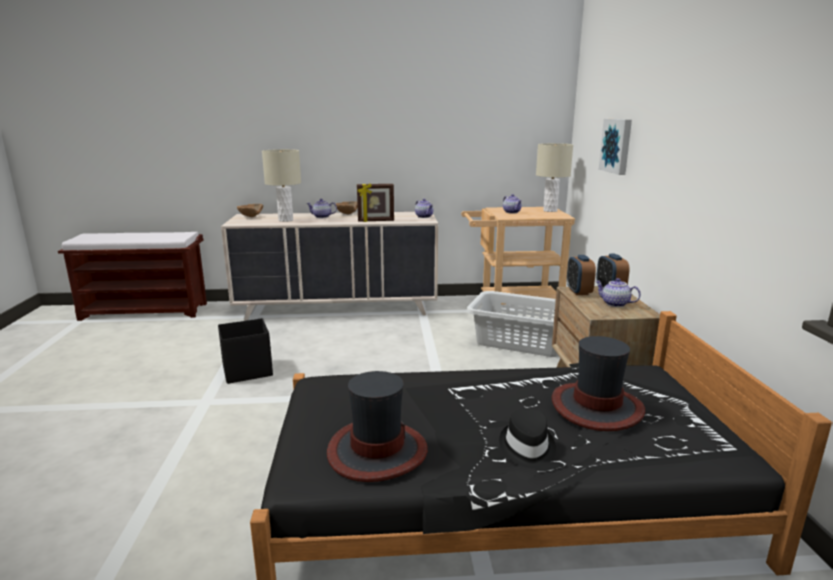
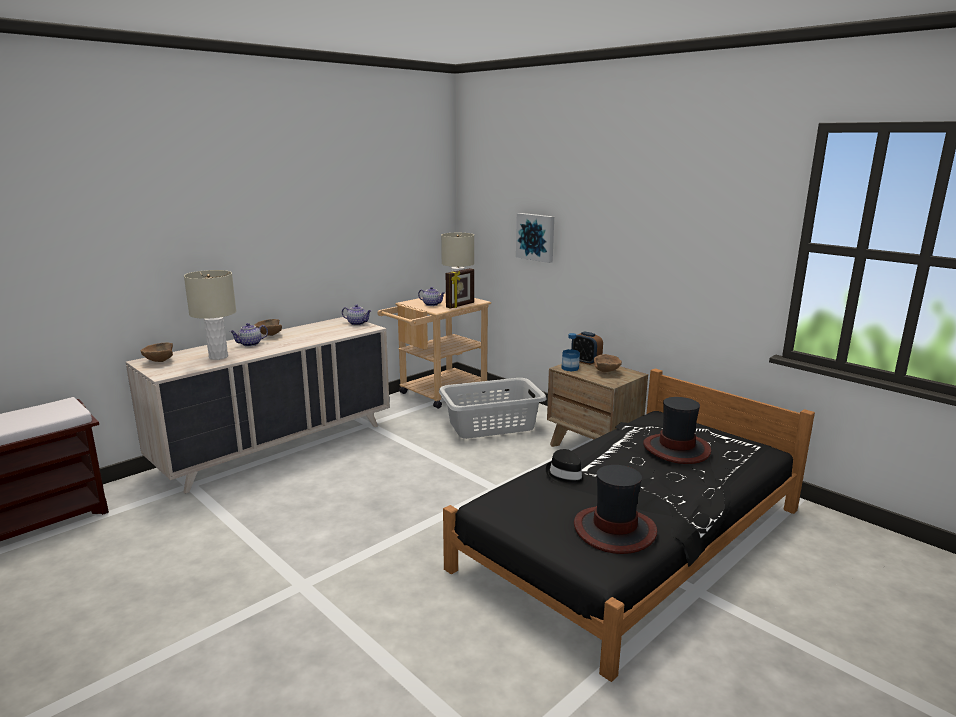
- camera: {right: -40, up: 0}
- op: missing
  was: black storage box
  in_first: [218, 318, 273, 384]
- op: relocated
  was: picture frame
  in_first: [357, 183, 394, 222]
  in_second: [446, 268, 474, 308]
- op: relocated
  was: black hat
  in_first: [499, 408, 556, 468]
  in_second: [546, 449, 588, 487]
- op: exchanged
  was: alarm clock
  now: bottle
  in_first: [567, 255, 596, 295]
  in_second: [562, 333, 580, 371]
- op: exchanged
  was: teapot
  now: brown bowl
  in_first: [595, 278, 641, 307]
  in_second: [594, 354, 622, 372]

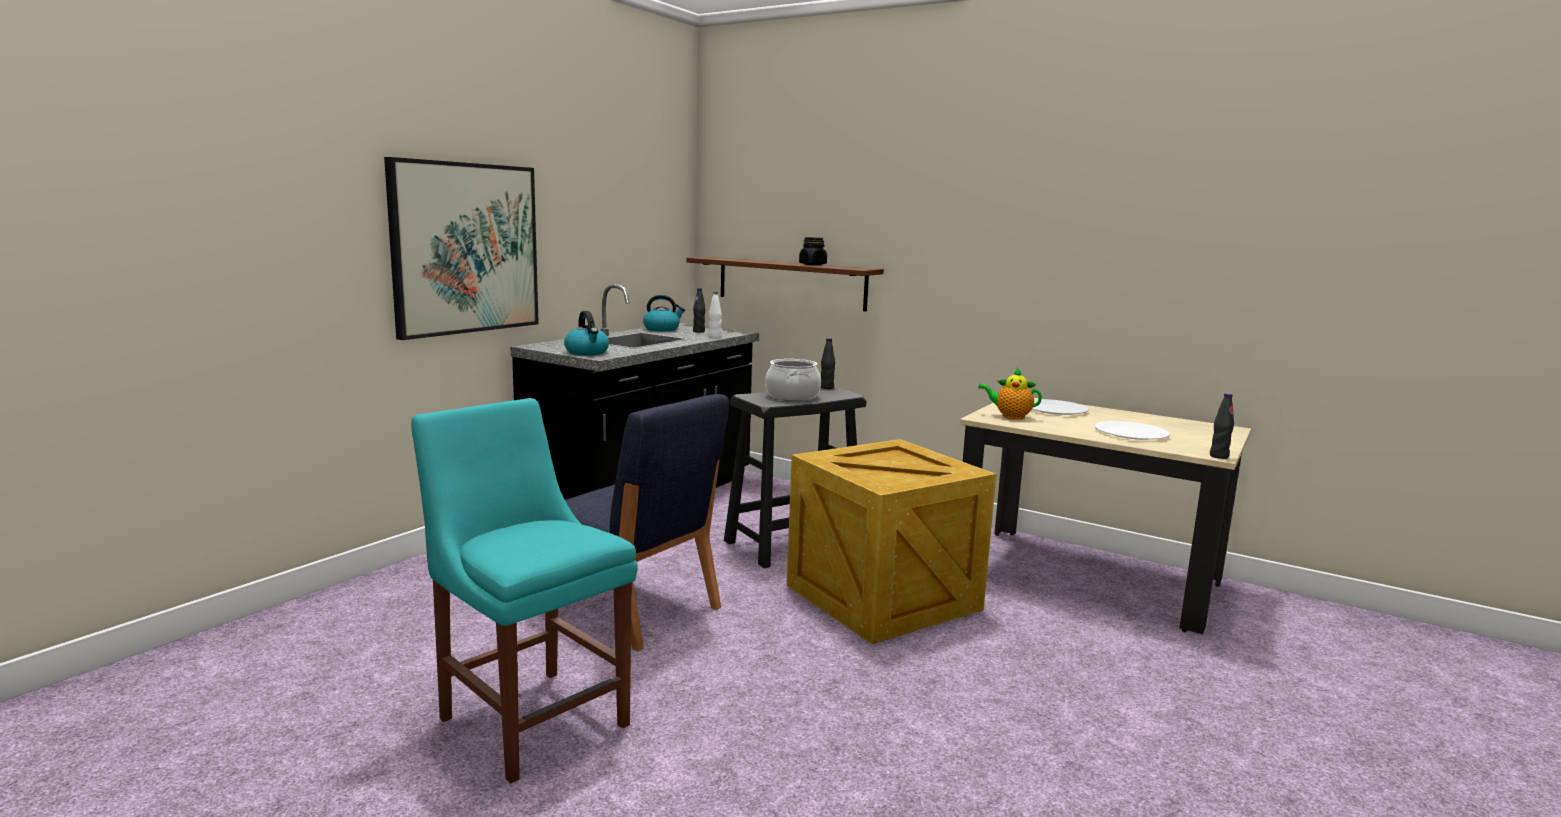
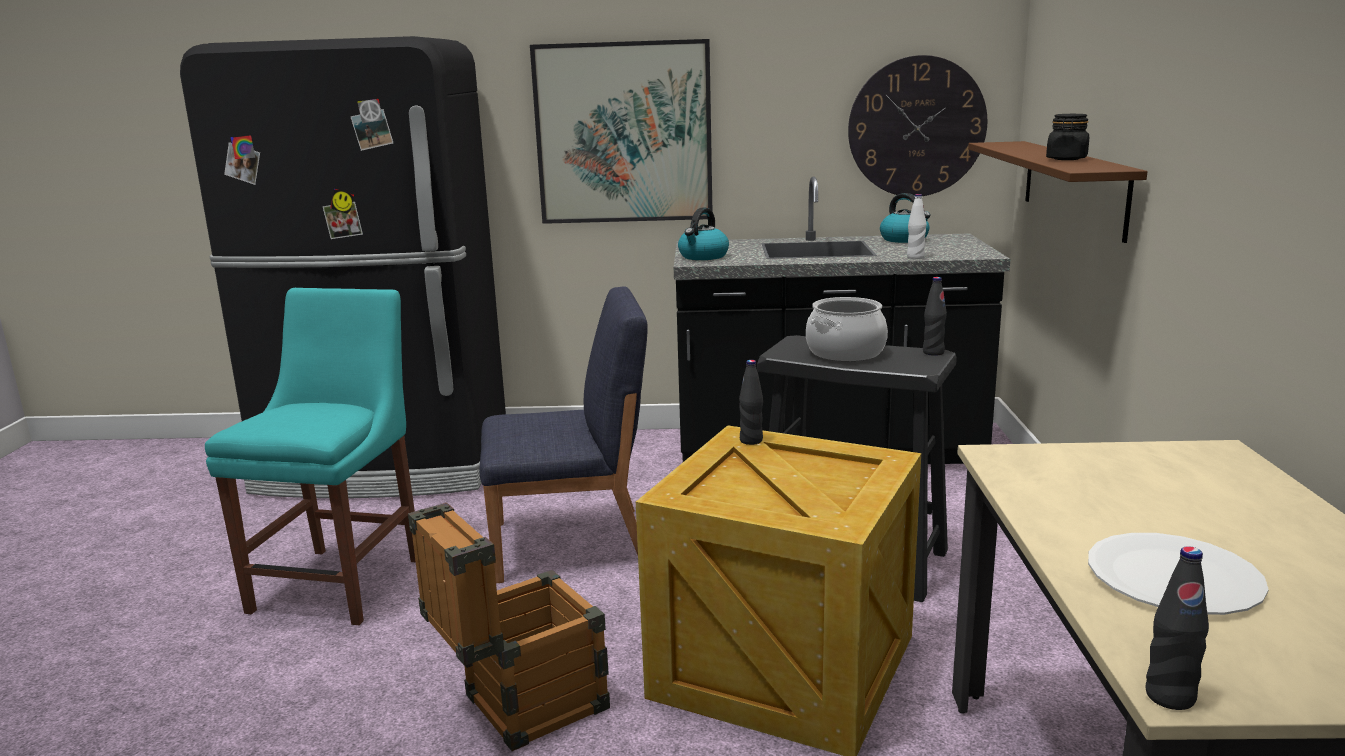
- camera: {right: 60, up: 5}
- op: spun
  was: blue chair
  in_first: [565, 394, 729, 651]
  in_second: [479, 286, 648, 583]
  clockwise: -105
- op: relocated
  was: black bottle
  in_first: [693, 288, 705, 333]
  in_second: [739, 360, 763, 445]
- op: missing
  was: teapot
  in_first: [978, 368, 1042, 420]
- op: missing
  was: white plate
  in_first: [1032, 399, 1089, 415]
- op: appeared
  now: black fridge
  in_second: [180, 36, 506, 498]
- op: appeared
  now: crate
  in_second: [408, 503, 610, 751]
- op: appeared
  now: wall clock
  in_second: [848, 55, 987, 196]

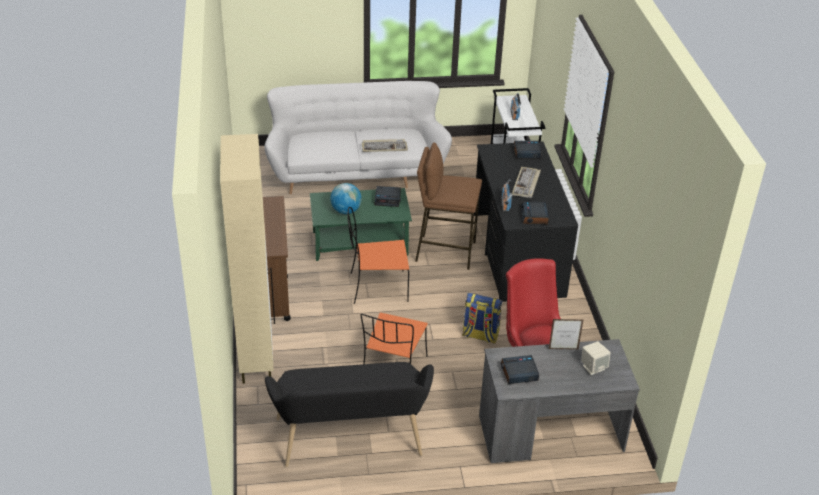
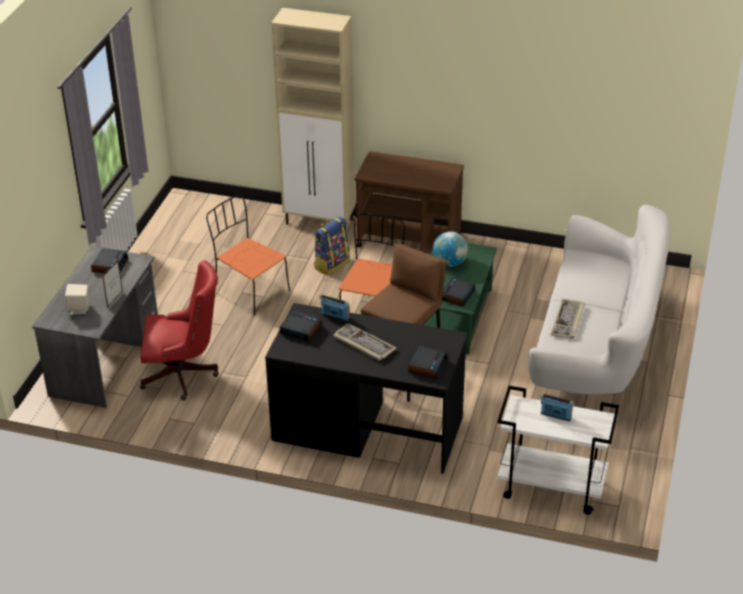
- camera: {right: 115, up: 0}
- op: missing
  was: black bench
  in_first: [265, 362, 434, 467]
- op: relocated
  was: backpack
  in_first: [462, 293, 502, 343]
  in_second: [314, 217, 350, 276]

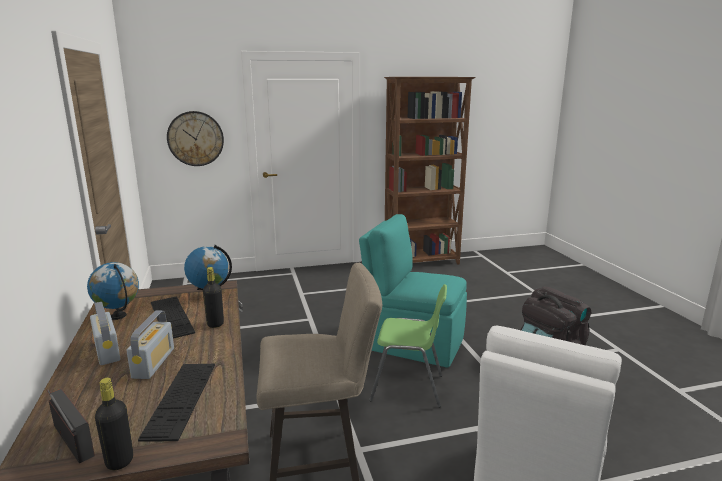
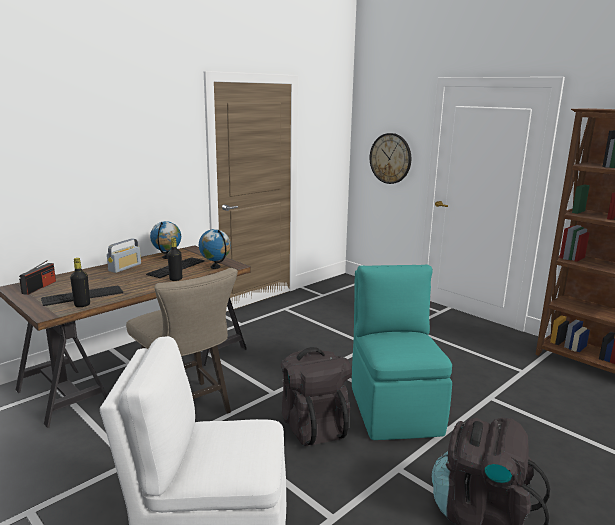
- camera: {right: 60, up: 0}
- op: relocated
  was: black bottle
  in_first: [95, 378, 133, 470]
  in_second: [70, 258, 90, 307]
- op: missing
  was: radio
  in_first: [127, 310, 174, 379]
- op: exchanged
  was: green chair
  now: black backpack
  in_first: [369, 284, 447, 408]
  in_second: [281, 347, 351, 446]

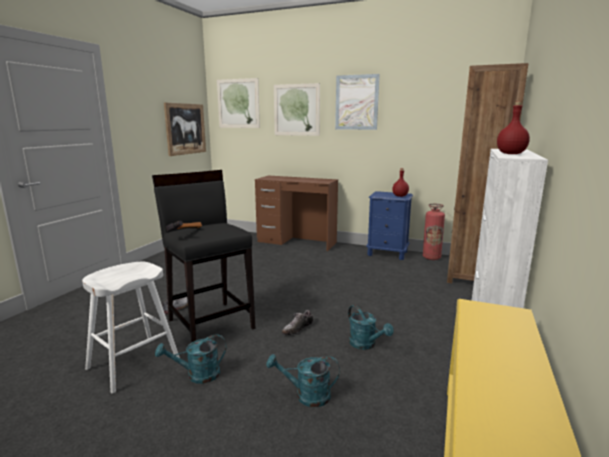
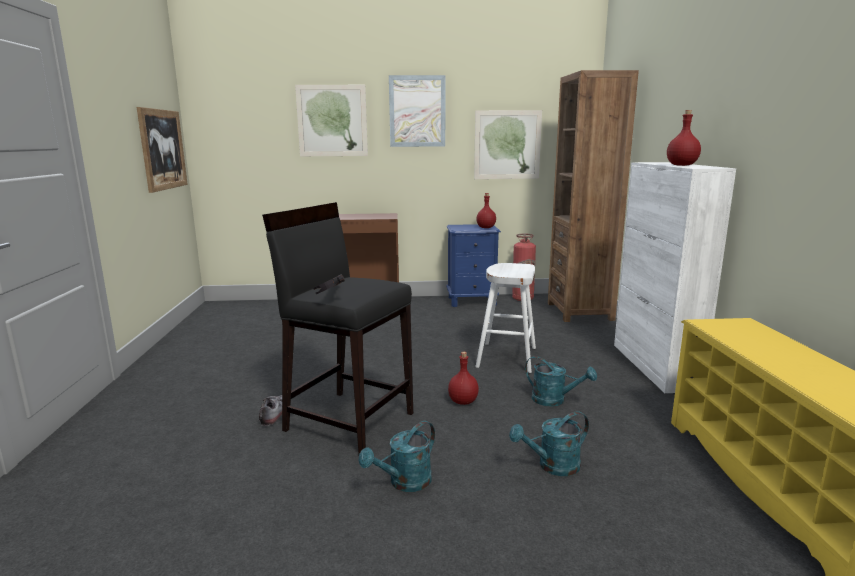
- camera: {right: -25, up: 0}
- op: relocated
  was: white stool
  in_first: [82, 262, 180, 394]
  in_second: [476, 263, 536, 373]
- op: relocated
  was: picture
  in_first: [217, 78, 260, 128]
  in_second: [474, 110, 542, 179]
- op: exchanged
  was: shoe
  now: red bottle
  in_first: [282, 310, 313, 335]
  in_second: [448, 352, 479, 405]

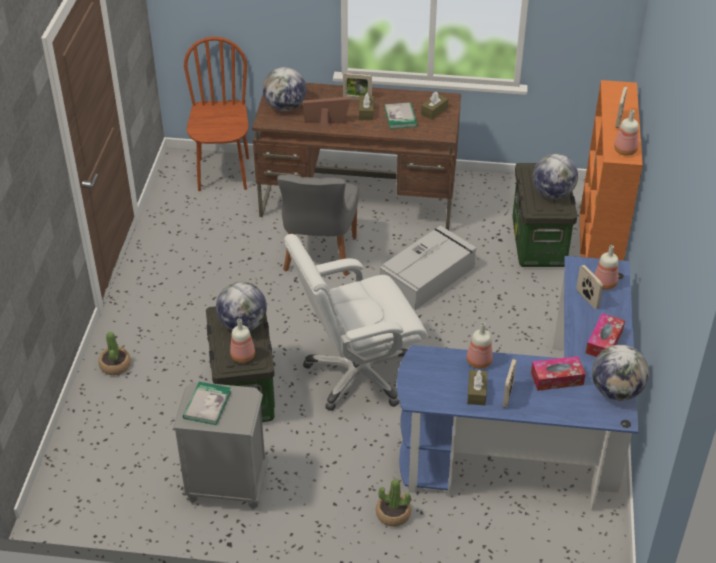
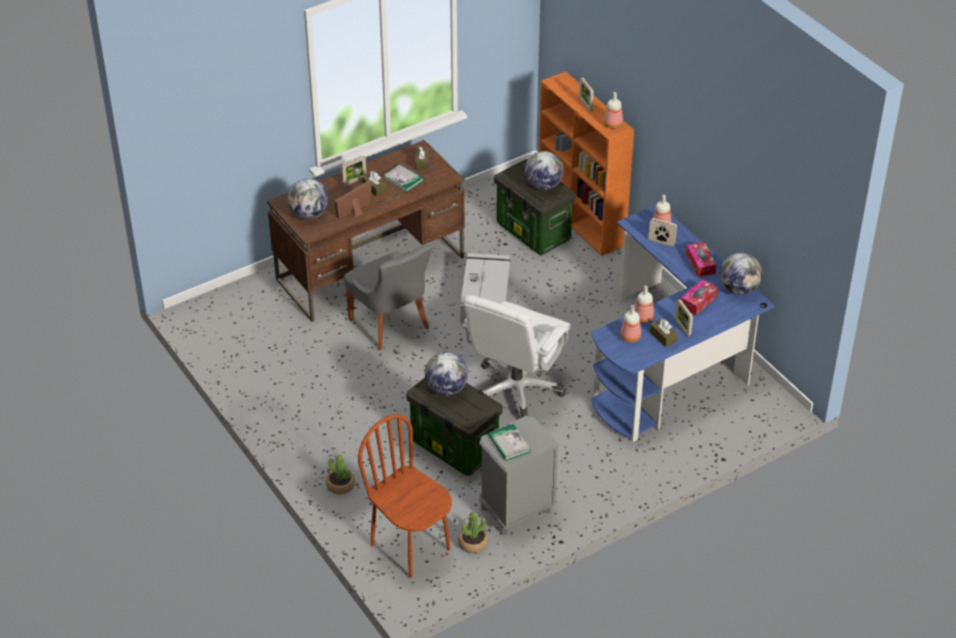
- camera: {right: -40, up: 0}
- op: relocated
  was: brown chair
  in_first: [184, 37, 249, 191]
  in_second: [358, 414, 452, 578]
- op: relocated
  was: bottle
  in_first: [230, 319, 255, 363]
  in_second: [620, 305, 641, 343]
- op: relocated
  was: potted plant
  in_first: [376, 479, 411, 527]
  in_second: [458, 512, 488, 553]

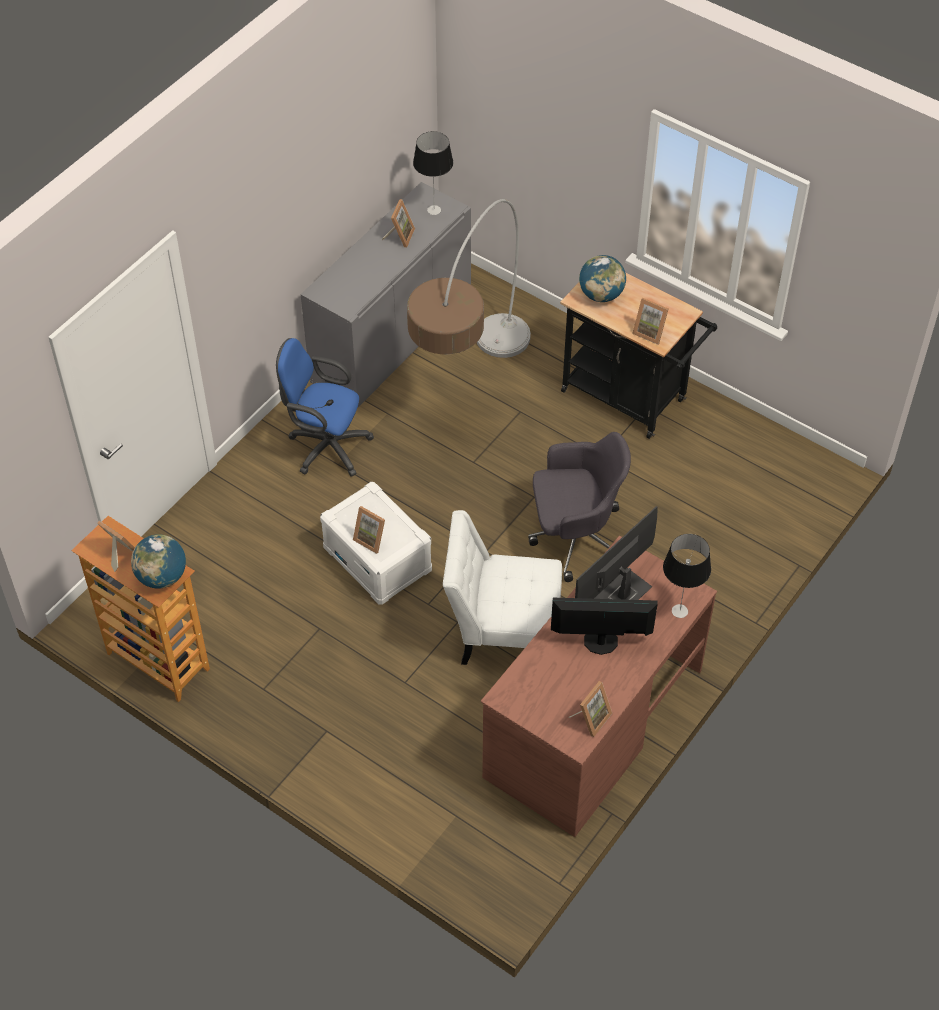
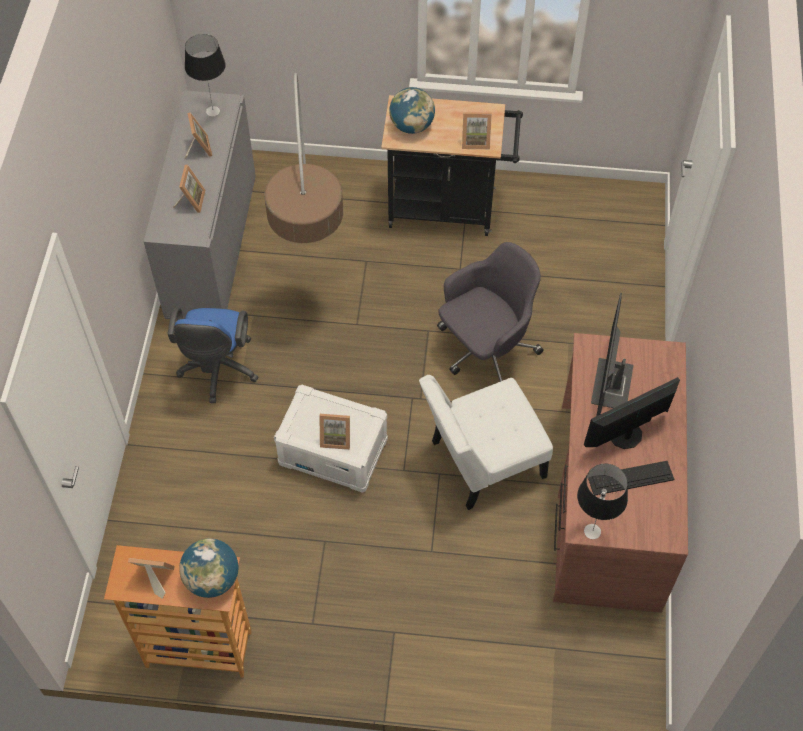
- camera: {right: -30, up: 5}
- op: spun
  was: blue office chair
  in_first: [276, 338, 374, 477]
  in_second: [167, 307, 258, 403]
  clockwise: -75
- op: relocated
  was: picture frame
  in_first: [568, 681, 612, 737]
  in_second: [173, 164, 206, 213]
- op: relocated
  was: table lamp
  in_first: [663, 534, 711, 618]
  in_second: [577, 464, 628, 539]
- op: appeared
  now: keyboard
  in_second: [588, 461, 674, 496]

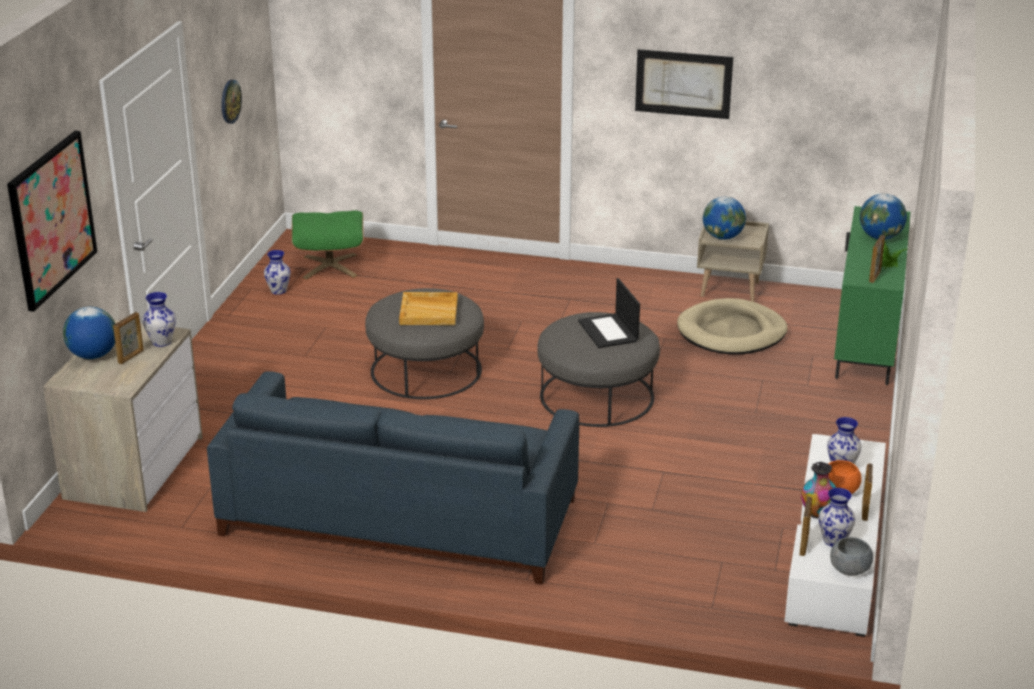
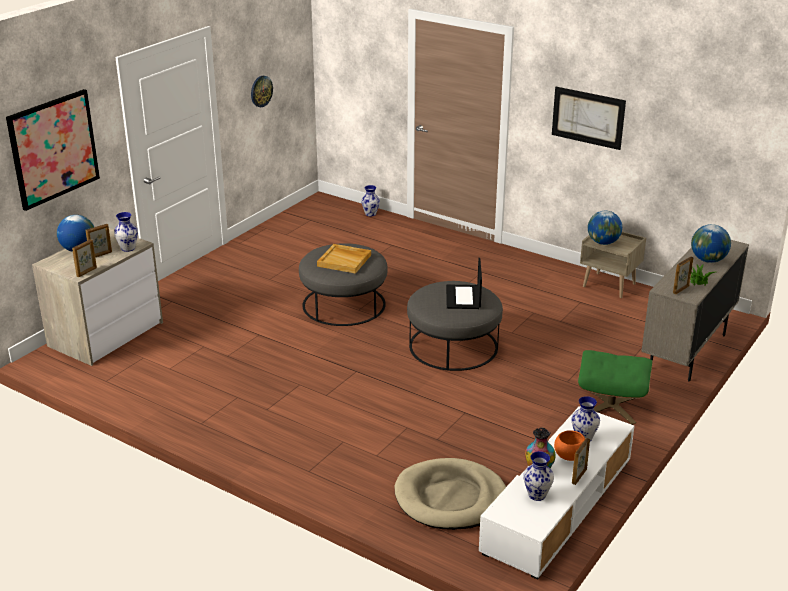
- camera: {right: 20, up: 0}
- op: missing
  was: blue sofa
  in_first: [207, 371, 579, 585]
- op: relocated
  was: vase
  in_first: [264, 250, 291, 295]
  in_second: [361, 185, 380, 216]
- op: relocated
  was: green ottoman
  in_first: [291, 211, 364, 280]
  in_second: [577, 350, 653, 425]
- op: relocated
  was: beige dog bed
  in_first: [677, 298, 788, 355]
  in_second: [395, 458, 506, 530]
- op: relocated
  was: picture frame
  in_first: [799, 496, 812, 556]
  in_second: [72, 239, 97, 277]
- op: missing
  was: grey bowl
  in_first: [830, 537, 873, 576]
- op: colour
  was: green cabinet
  now: beige cabinet
  in_first: [834, 206, 910, 385]
  in_second: [641, 240, 749, 381]

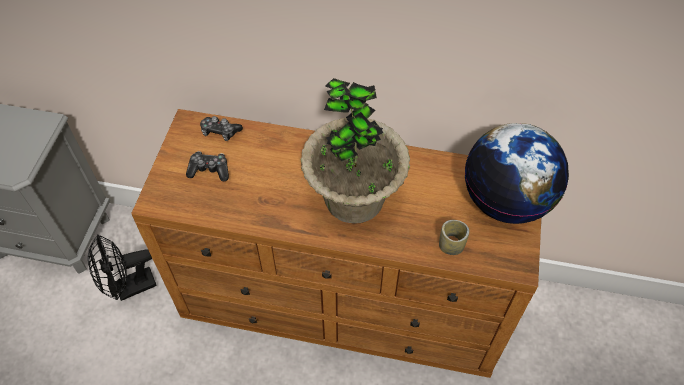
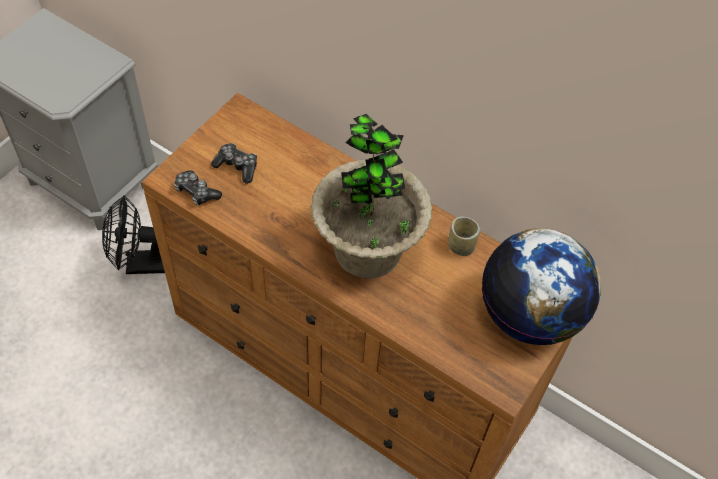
- camera: {right: 20, up: 0}
- op: relocated
  was: game controller
  in_first: [200, 116, 243, 141]
  in_second: [174, 170, 222, 206]
- op: relocated
  was: cup
  in_first: [439, 220, 469, 255]
  in_second: [448, 217, 480, 256]

